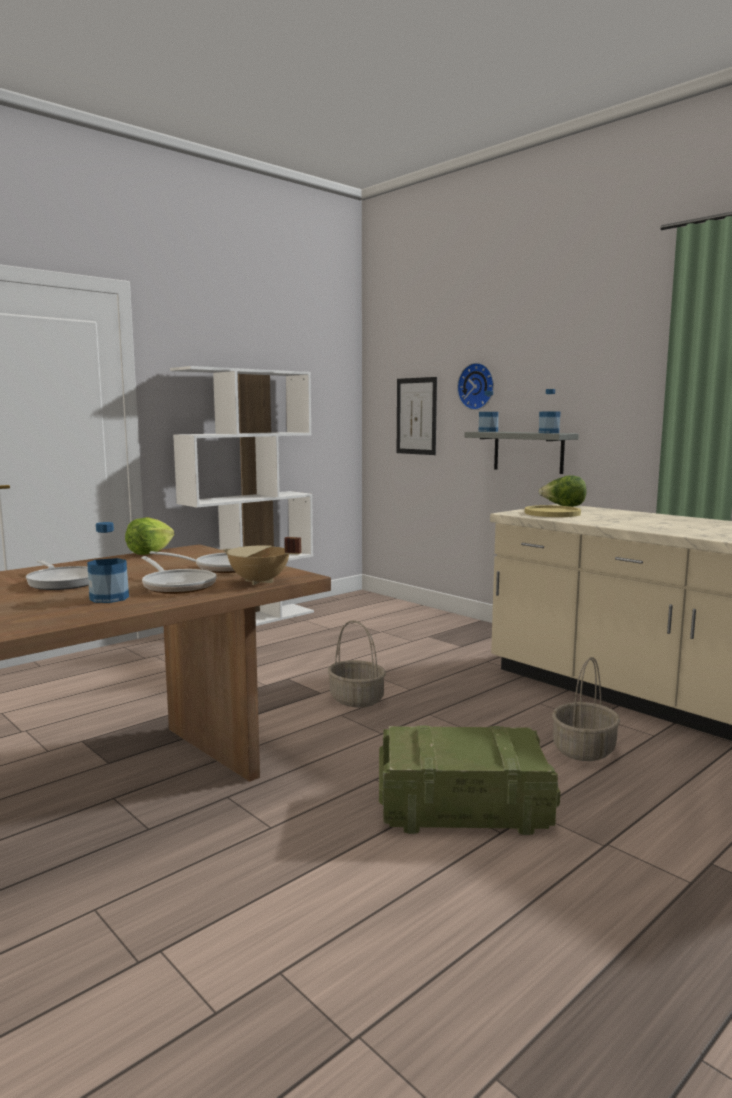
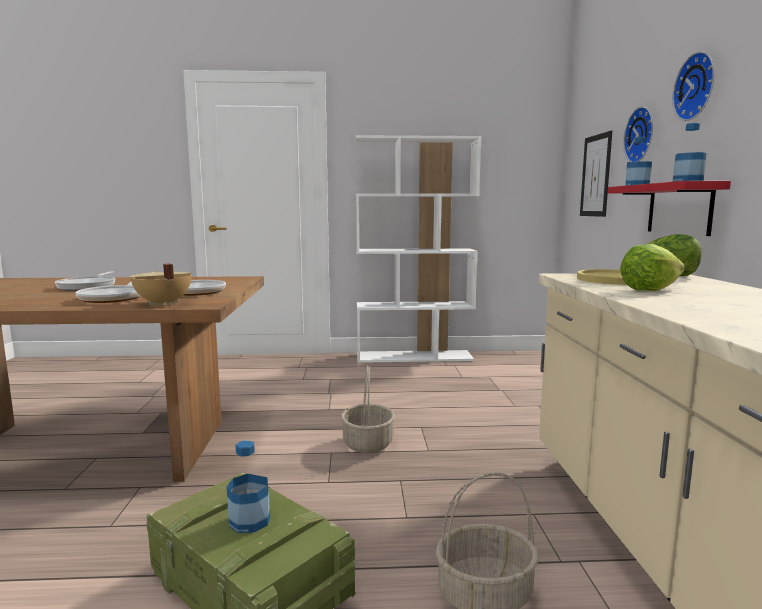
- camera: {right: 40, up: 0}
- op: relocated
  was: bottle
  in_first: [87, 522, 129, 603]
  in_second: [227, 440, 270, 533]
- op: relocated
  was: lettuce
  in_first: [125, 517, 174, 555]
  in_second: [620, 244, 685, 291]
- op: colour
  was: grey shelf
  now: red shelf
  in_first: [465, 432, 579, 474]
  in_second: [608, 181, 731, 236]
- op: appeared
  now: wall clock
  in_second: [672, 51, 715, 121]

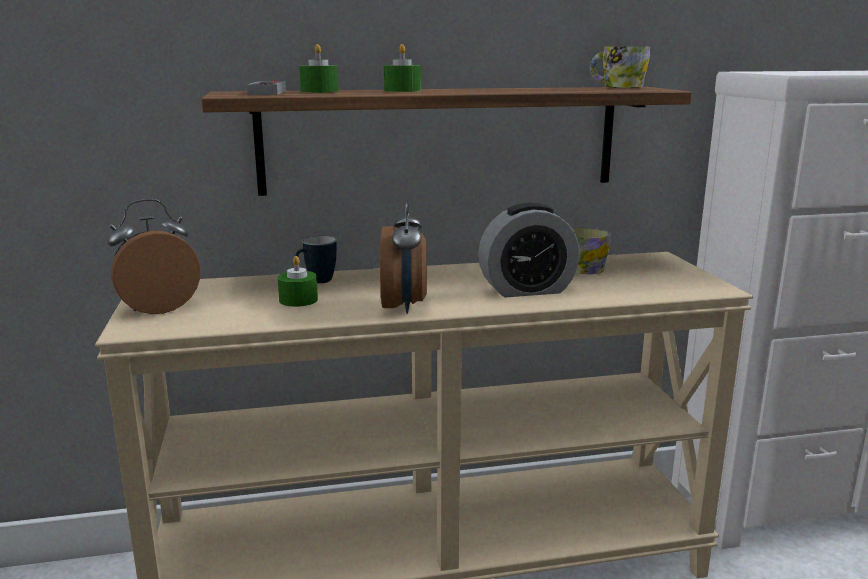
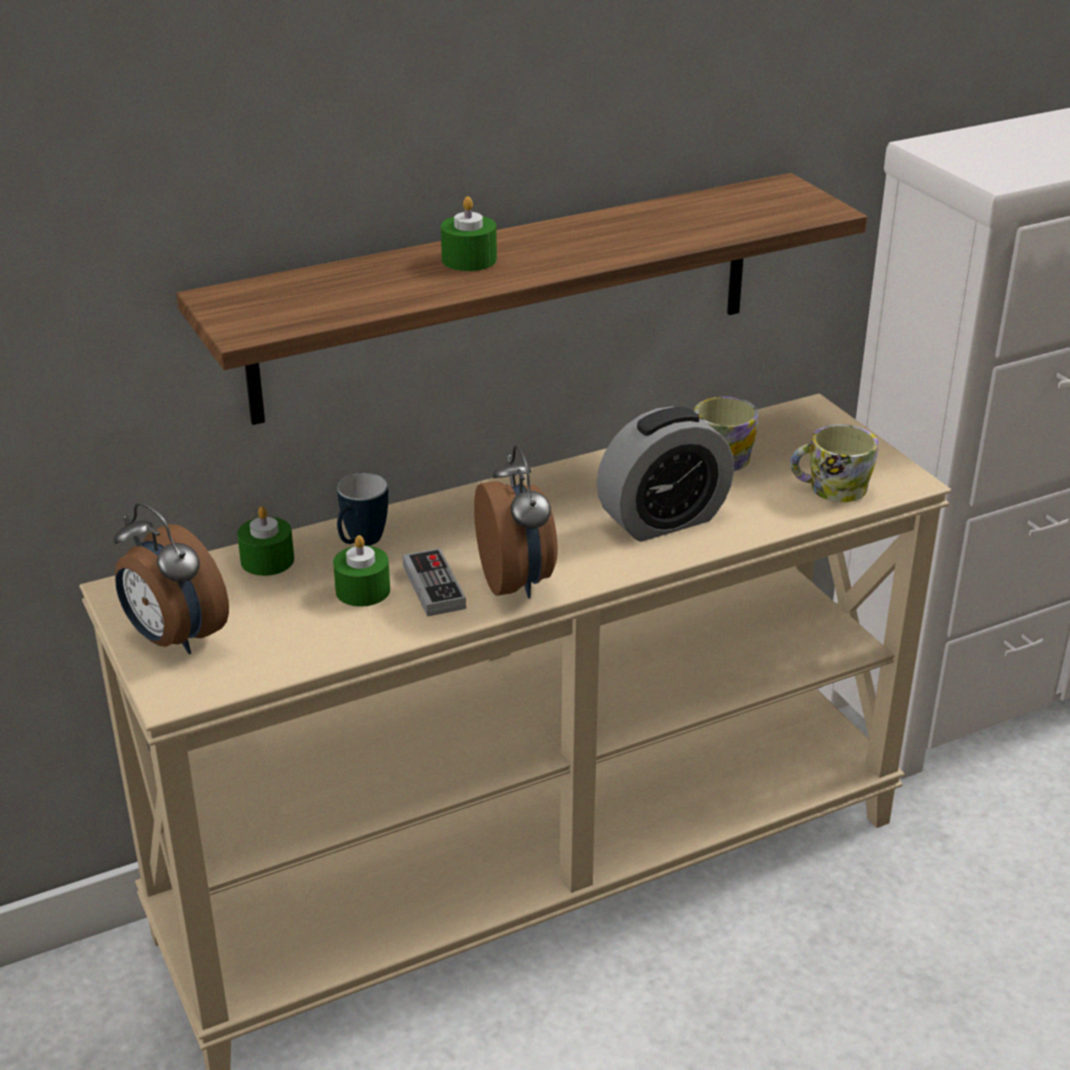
- camera: {right: -15, up: 15}
- op: spun
  was: alarm clock
  in_first: [107, 199, 201, 314]
  in_second: [114, 502, 229, 654]
  clockwise: -90
- op: relocated
  was: game controller
  in_first: [247, 81, 286, 95]
  in_second: [402, 548, 466, 617]
- op: relocated
  was: green candle
  in_first: [299, 44, 339, 93]
  in_second: [237, 506, 294, 576]
- op: relocated
  was: mug
  in_first: [590, 46, 650, 88]
  in_second: [790, 424, 878, 502]

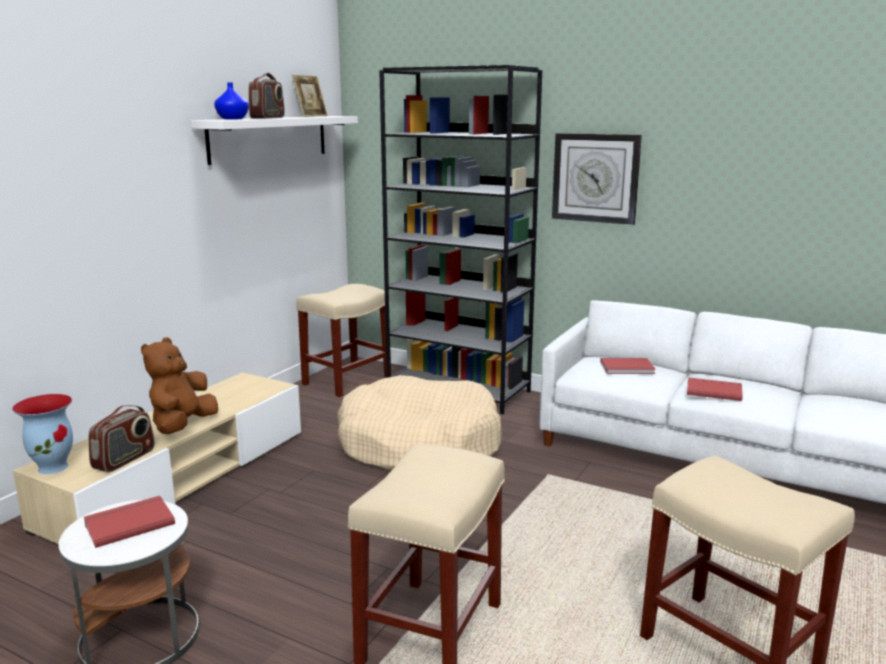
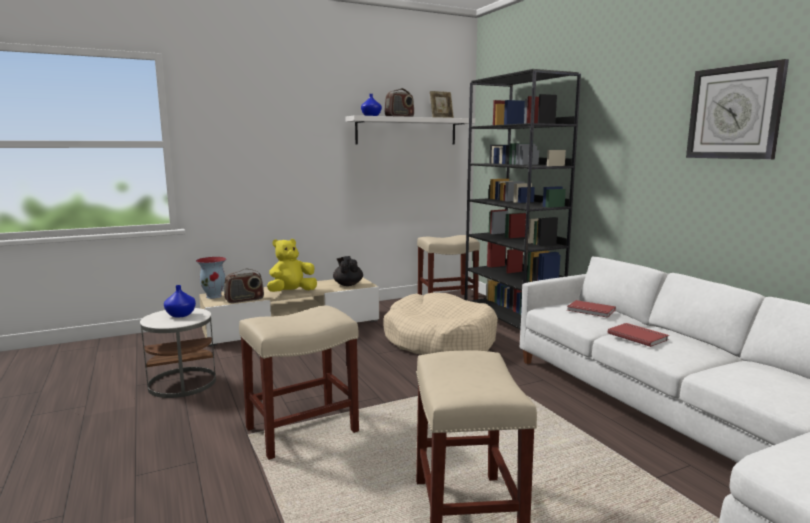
- camera: {right: 35, up: -5}
- op: exchanged
  was: red book
  now: blue vase
  in_first: [84, 496, 175, 548]
  in_second: [164, 285, 196, 318]
- op: colour
  was: brown plush toy
  now: yellow plush toy
  in_first: [141, 337, 218, 434]
  in_second: [267, 239, 317, 292]
- op: relocated
  was: wall clock
  in_first: [552, 133, 642, 225]
  in_second: [686, 59, 789, 160]
- op: appeared
  now: black teapot
  in_second: [333, 256, 363, 286]

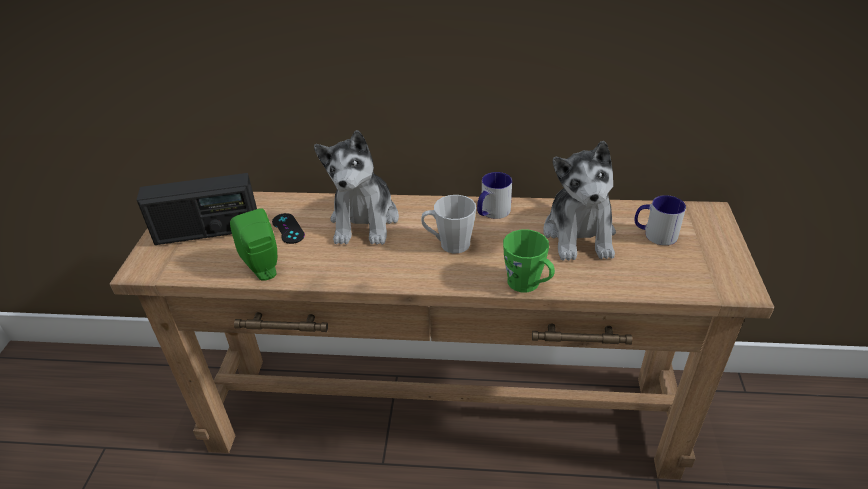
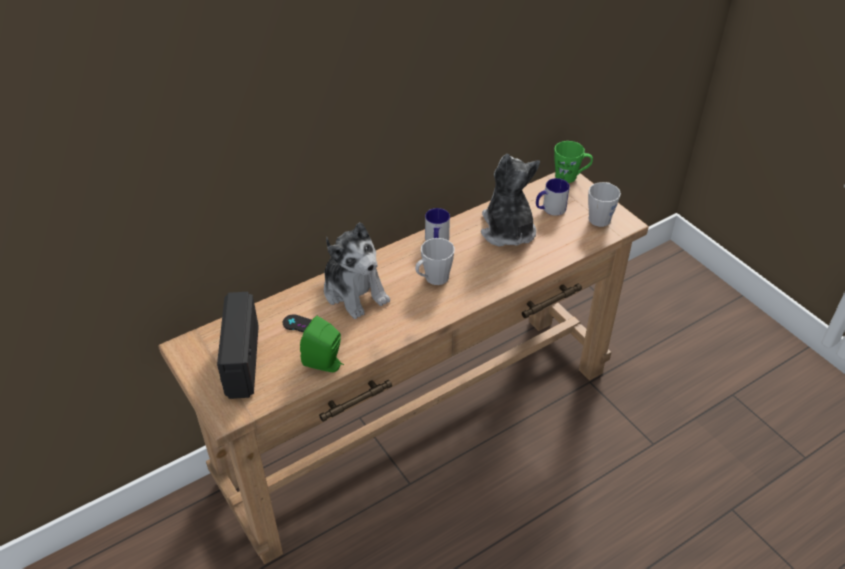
- camera: {right: -40, up: 5}
- op: spun
  was: radio
  in_first: [137, 173, 257, 245]
  in_second: [217, 292, 259, 399]
  clockwise: 135
- op: relocated
  was: green mug
  in_first: [503, 229, 555, 293]
  in_second: [554, 141, 593, 183]
- op: spun
  was: plush toy
  in_first: [543, 141, 616, 261]
  in_second: [481, 154, 540, 246]
  clockwise: -150
- op: appeared
  now: grey mug
  in_second: [588, 182, 621, 227]

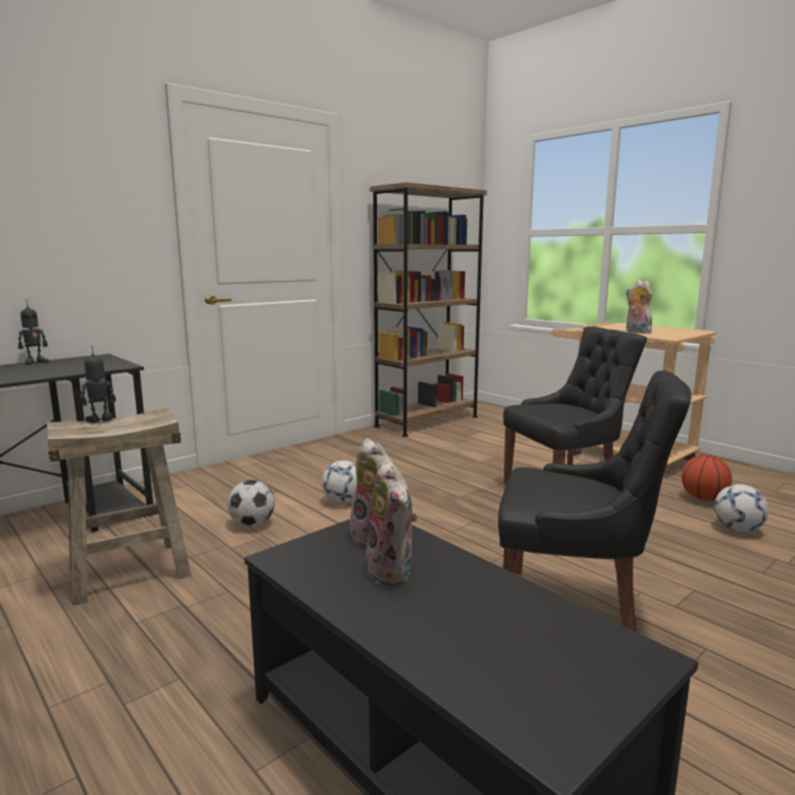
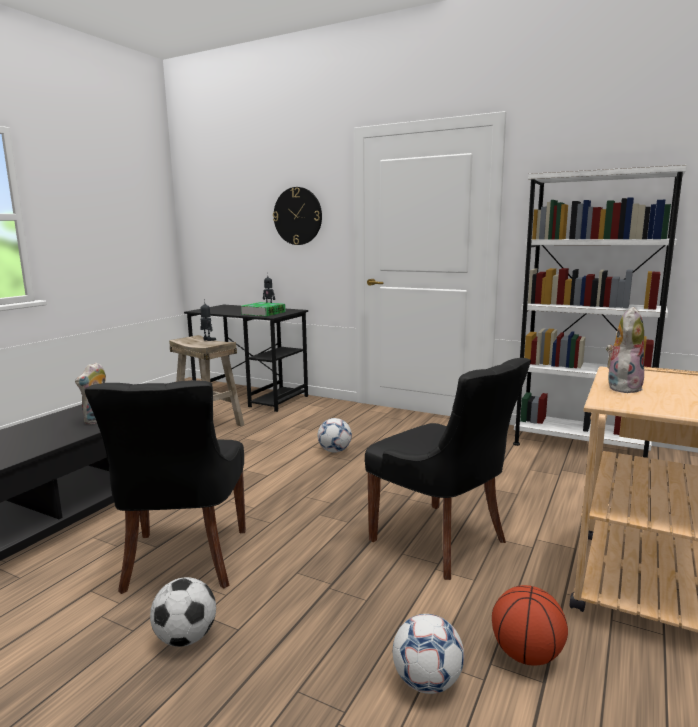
- camera: {right: 70, up: 0}
- op: relocated
  was: football
  in_first: [227, 480, 275, 527]
  in_second: [150, 577, 216, 647]
- op: missing
  was: plush toy
  in_first: [366, 459, 418, 585]
- op: colour
  was: brown bookcase
  now: white bookcase
  in_first: [370, 182, 487, 437]
  in_second: [513, 165, 687, 458]
- op: appeared
  now: book
  in_second: [241, 302, 286, 316]
- op: appeared
  now: wall clock
  in_second: [273, 187, 322, 245]

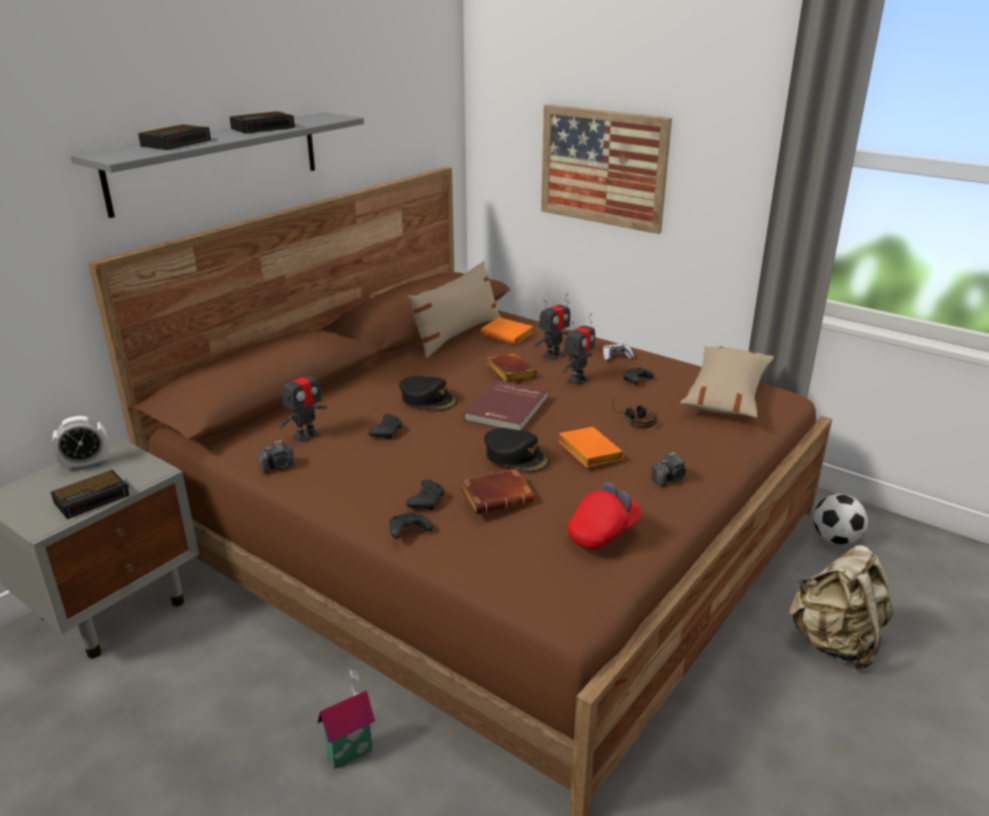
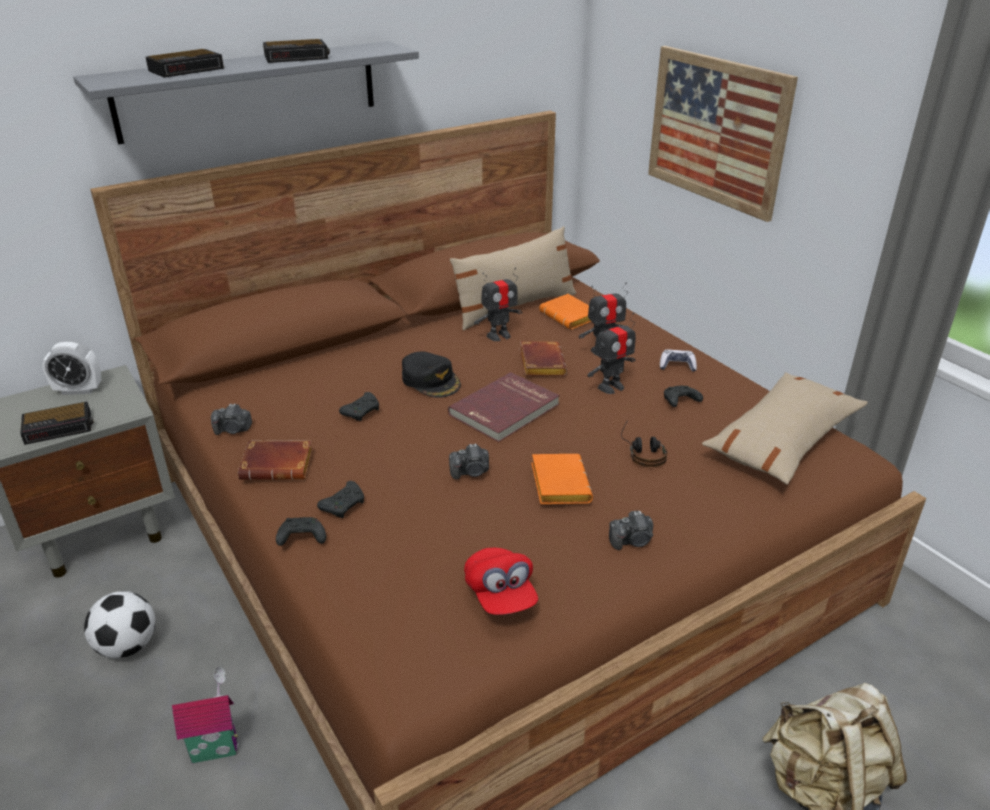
- camera: {right: 20, up: 5}
- op: relocated
  was: toy robot
  in_first: [279, 362, 327, 442]
  in_second: [474, 268, 522, 341]
- op: relocated
  was: brown book
  in_first: [460, 469, 534, 514]
  in_second: [238, 440, 313, 480]
- op: exchanged
  was: black cap
  now: photo camera
  in_first: [484, 428, 550, 472]
  in_second: [449, 444, 489, 480]
- op: spun
  was: red cap
  in_first: [567, 482, 641, 549]
  in_second: [464, 548, 538, 615]
  clockwise: 90
- op: relocated
  was: football
  in_first: [814, 494, 868, 545]
  in_second: [84, 591, 155, 658]

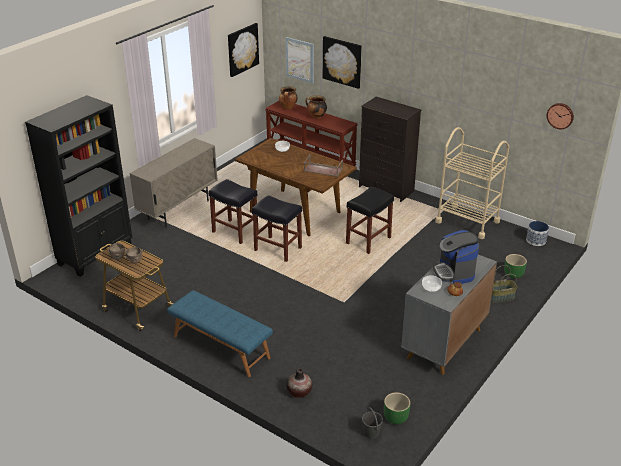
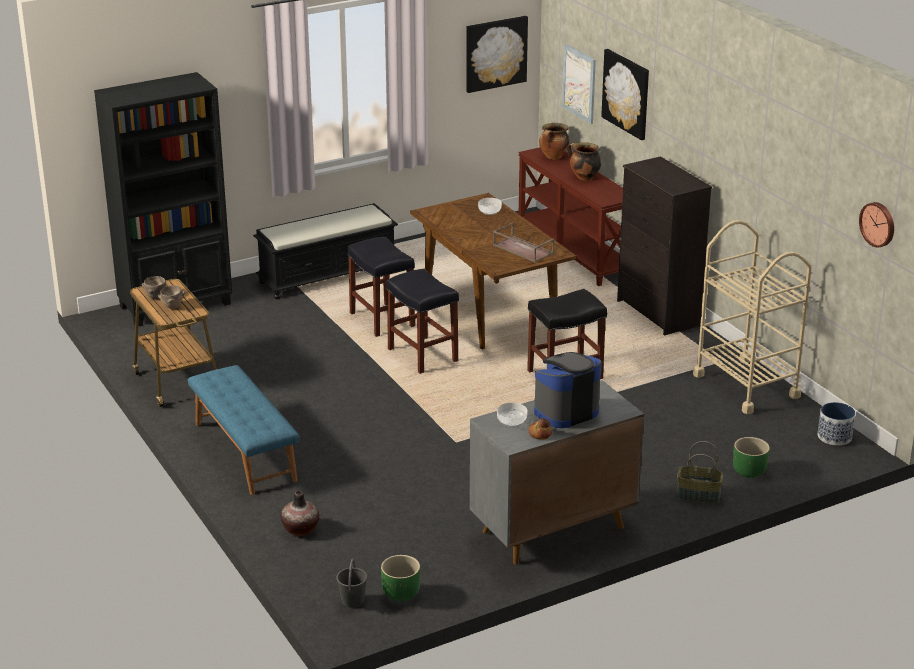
- camera: {right: 25, up: -5}
- op: exchanged
  was: beige cabinet
  now: black bench
  in_first: [129, 138, 218, 228]
  in_second: [253, 203, 398, 299]
- op: spun
  was: coffee machine
  in_first: [433, 230, 479, 284]
  in_second: [534, 352, 602, 428]
  clockwise: 45

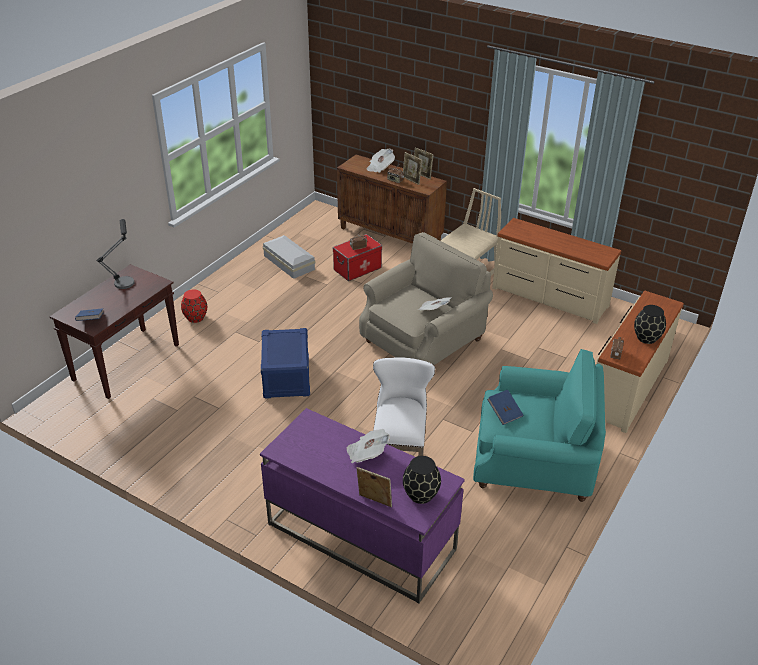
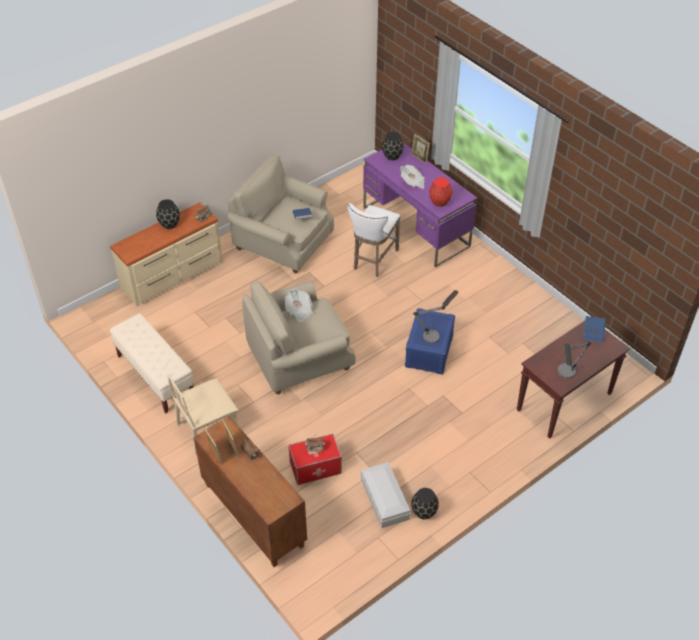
- camera: {right: -160, up: 10}
- op: relocated
  was: red vase
  in_first: [181, 289, 207, 323]
  in_second: [429, 177, 452, 207]
- op: missing
  was: newspaper
  in_first: [366, 149, 395, 173]
- op: colour
  was: turquoise armchair
  now: beige armchair
  in_first: [473, 349, 606, 502]
  in_second: [227, 155, 334, 273]
- op: exchanged
  was: beige dresser
  now: beige bench
  in_first: [492, 218, 621, 324]
  in_second: [110, 313, 194, 413]
- op: appeared
  now: black vase
  in_second: [411, 488, 439, 519]
- op: appeared
  now: table lamp
  in_second: [413, 290, 458, 343]

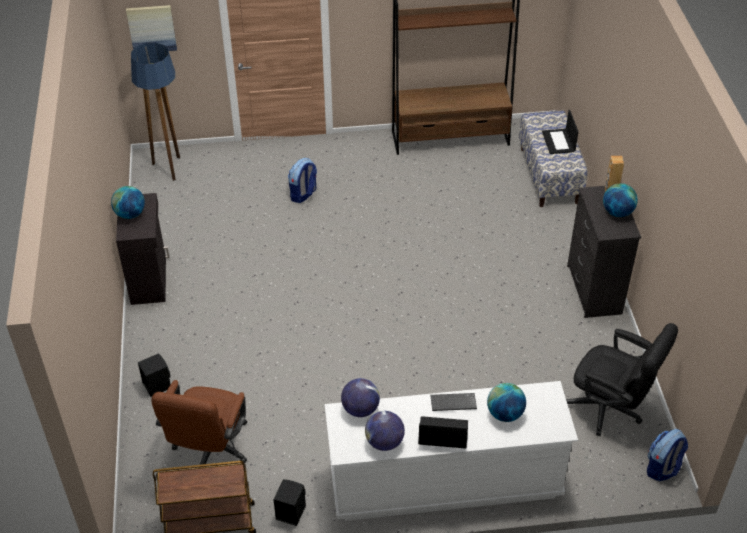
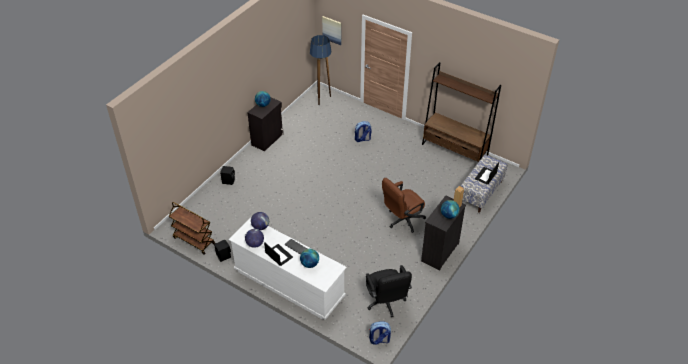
- camera: {right: 40, up: 0}
- op: relocated
  was: brown office chair
  in_first: [151, 380, 248, 468]
  in_second: [382, 178, 426, 233]

